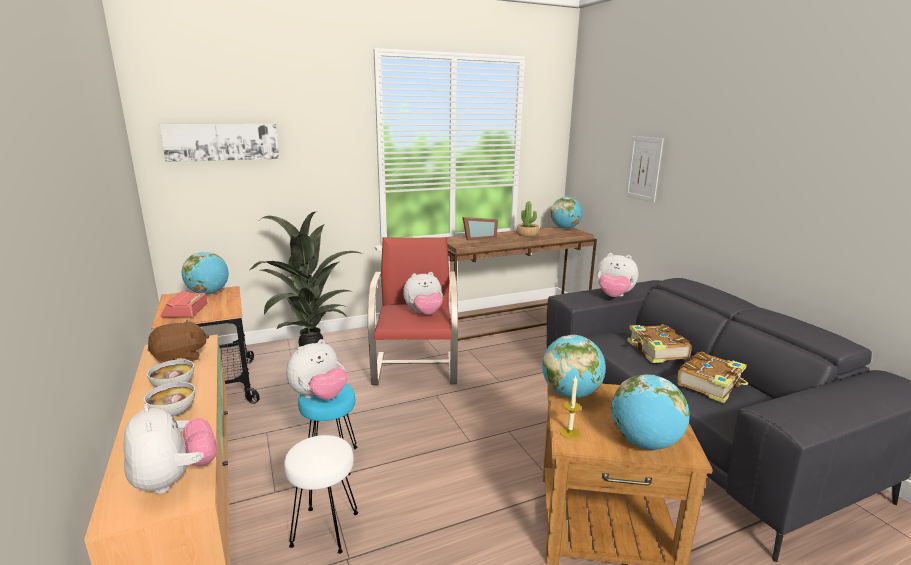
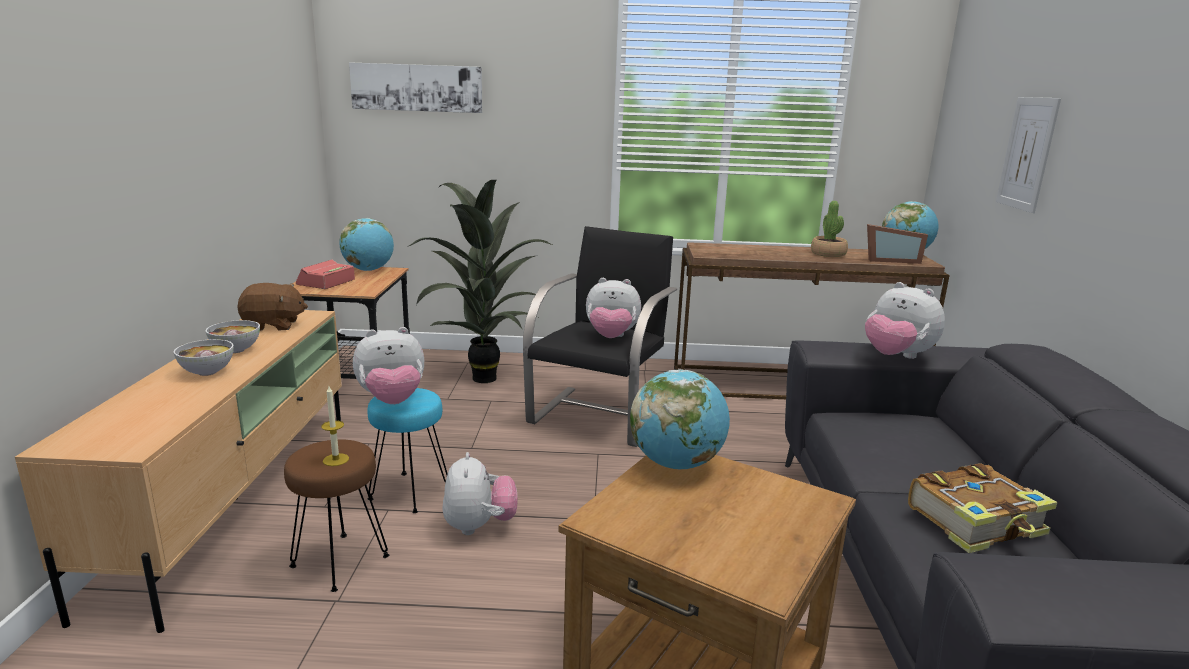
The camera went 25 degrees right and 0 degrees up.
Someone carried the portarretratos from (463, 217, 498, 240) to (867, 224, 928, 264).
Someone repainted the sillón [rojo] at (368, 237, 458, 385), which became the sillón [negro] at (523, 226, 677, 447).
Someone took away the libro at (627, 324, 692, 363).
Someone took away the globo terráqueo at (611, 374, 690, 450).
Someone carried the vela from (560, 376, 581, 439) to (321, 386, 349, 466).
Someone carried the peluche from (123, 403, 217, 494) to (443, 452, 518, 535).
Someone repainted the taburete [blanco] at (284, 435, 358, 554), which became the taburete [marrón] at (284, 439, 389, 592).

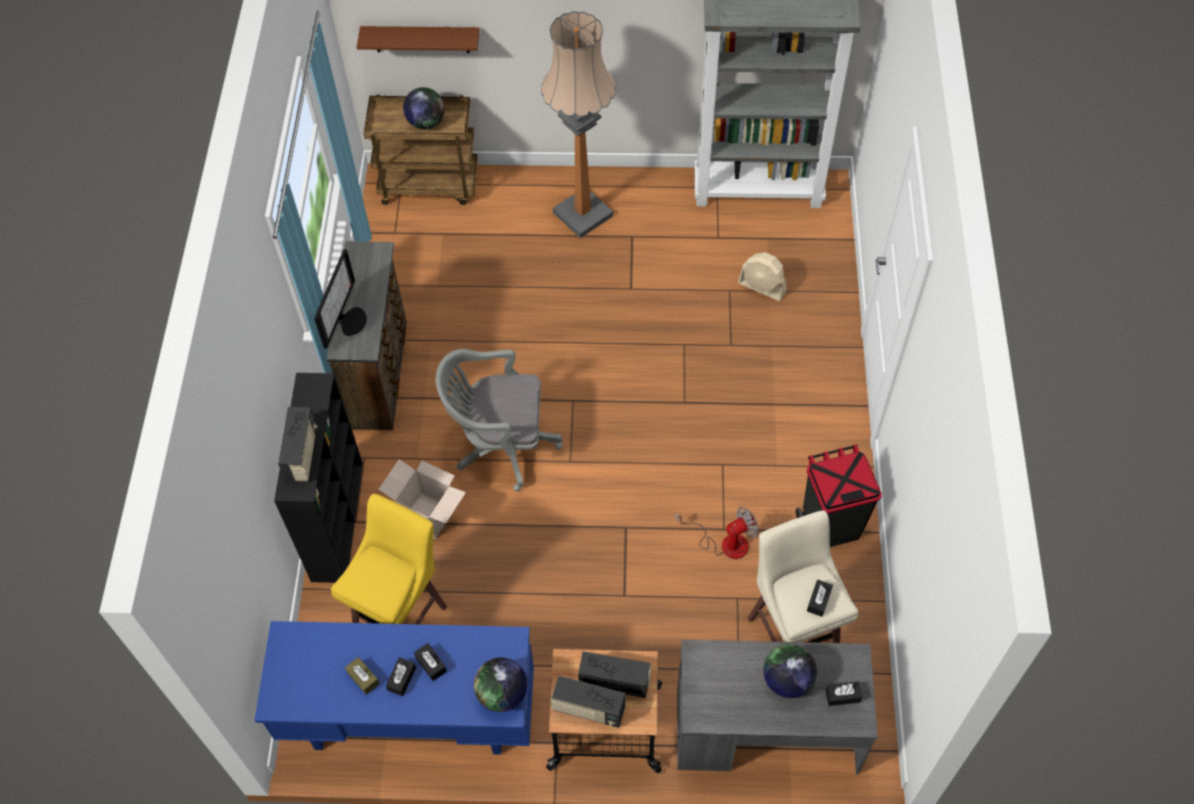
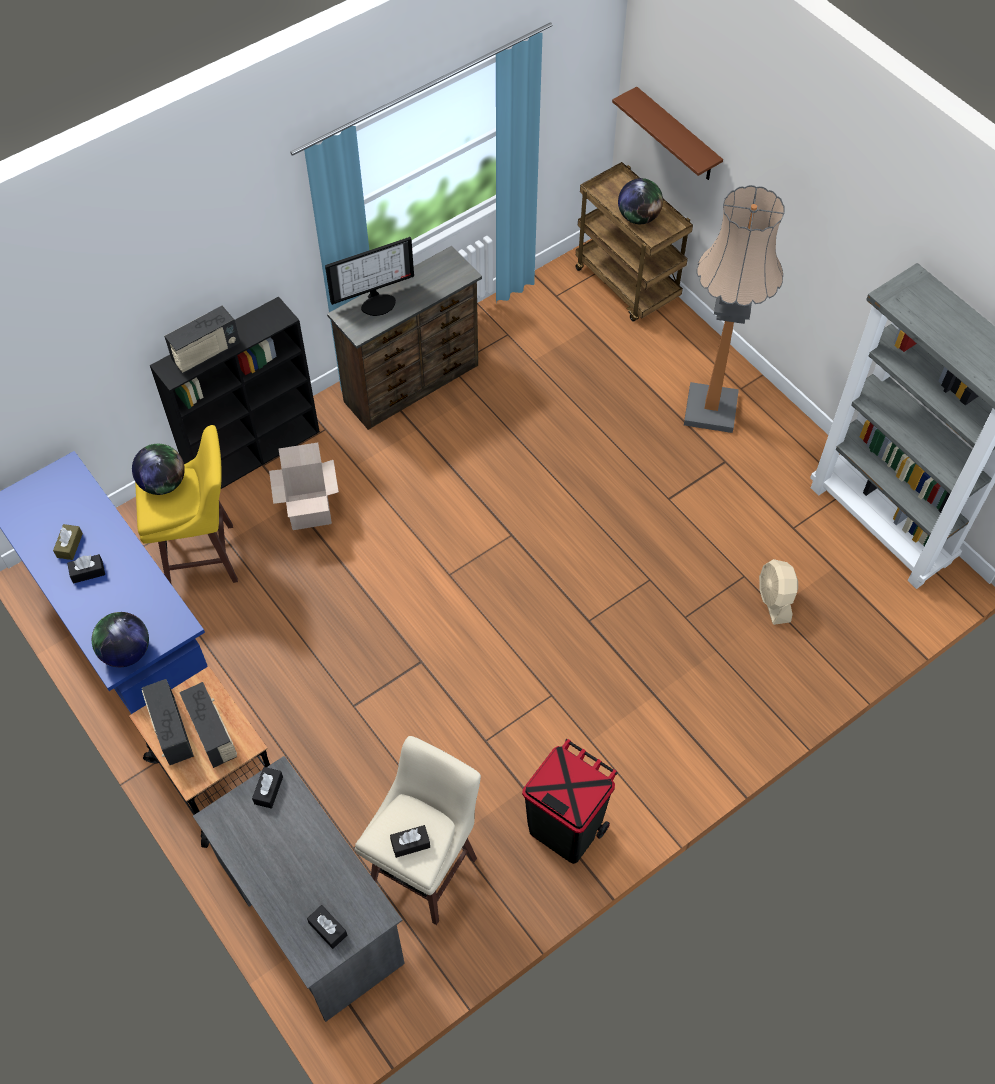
The camera went 50 degrees right and 0 degrees up.
Someone took away the silla de oficina [gris] at (436, 349, 563, 491).
Someone took away the ventilador at (675, 507, 759, 559).
Someone carried the caja de pañuelos [negro] from (414, 643, 447, 681) to (252, 767, 283, 809).
Someone carried the globo terráqueo from (763, 644, 817, 698) to (132, 444, 185, 495).

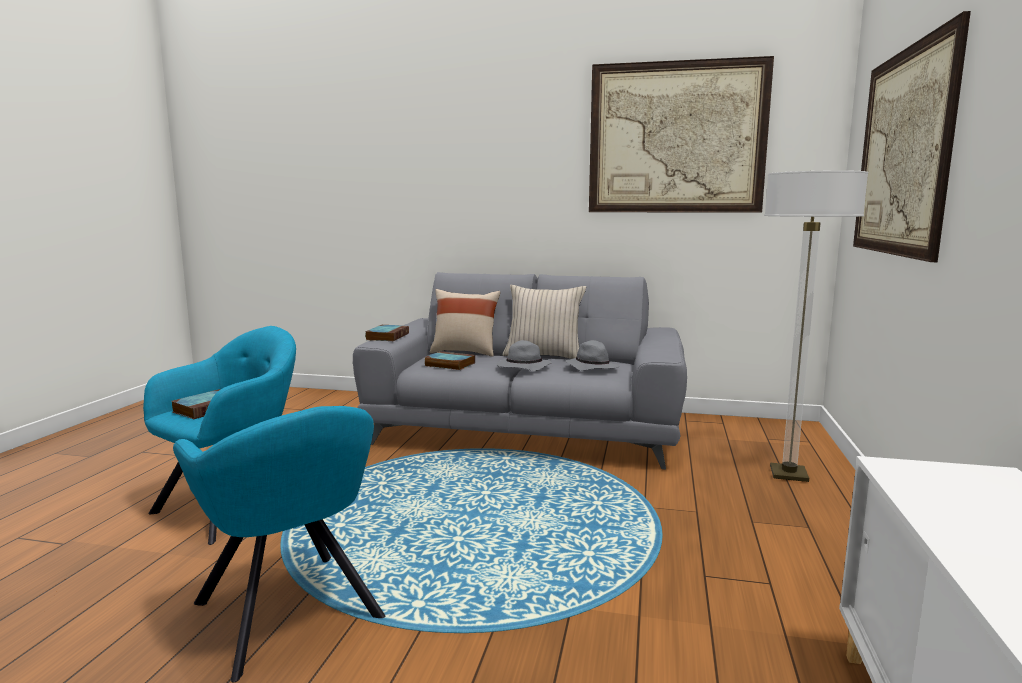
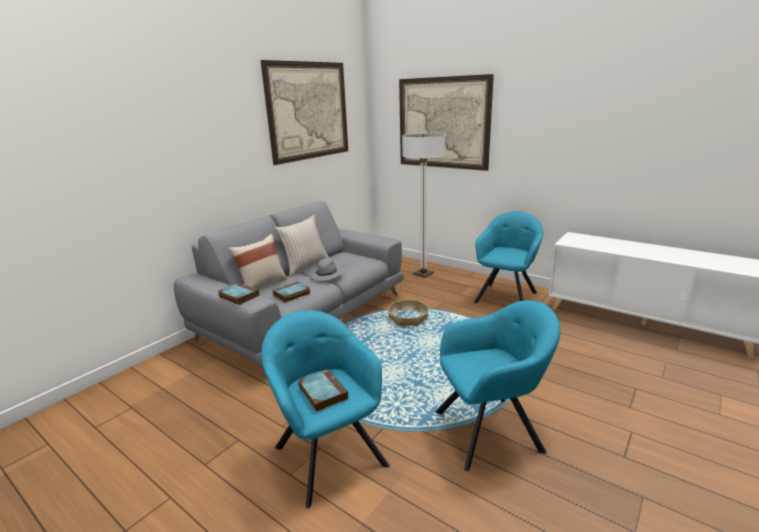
The camera went 65 degrees left and 10 degrees up.
Someone took away the sombrero [gris] at (566, 340, 619, 371).
Someone put down the sillón [turquesa] at (473, 211, 543, 303).
Someone put down the cesta at (388, 299, 429, 326).

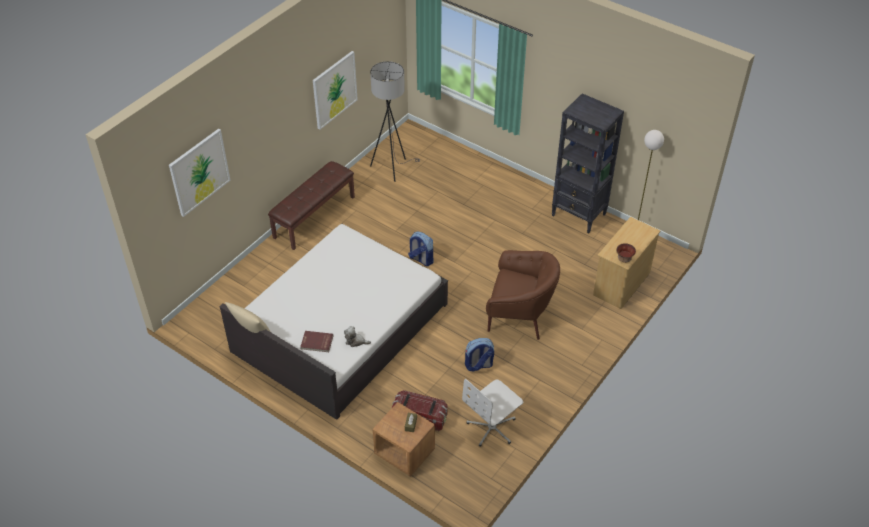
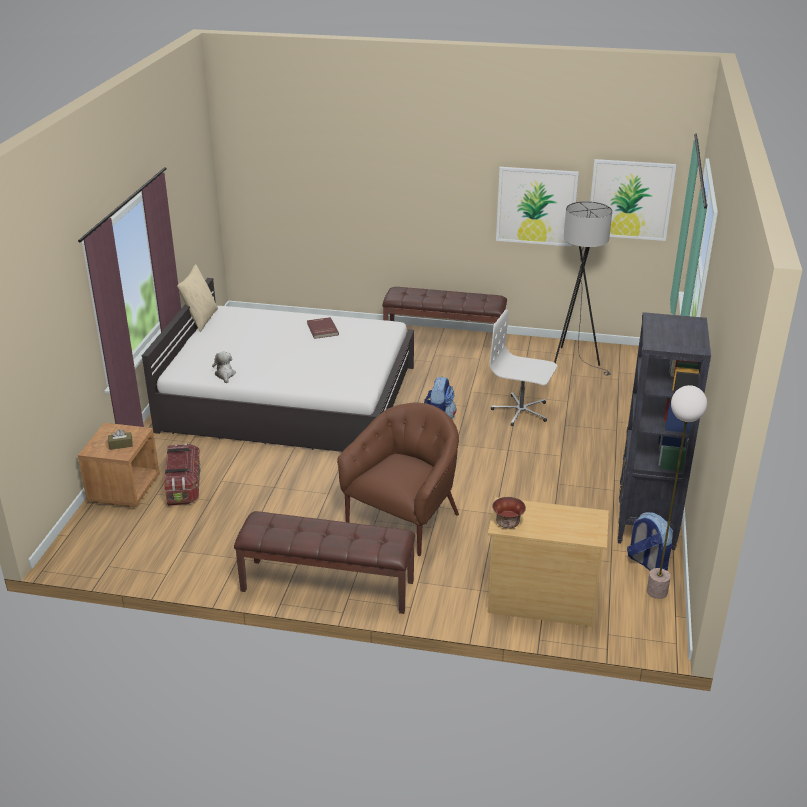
The camera went 65 degrees right and 15 degrees down.
Someone carried the cuadro from (169, 129, 231, 217) to (590, 159, 676, 241).
Someone rotated the sillón [marrón] at (486, 250, 560, 340) by 135 degrees counterclockwise.
Someone carried the libro [rojo] from (300, 331, 333, 352) to (307, 317, 339, 339).
Someone carried the mochila from (465, 338, 494, 371) to (627, 512, 673, 571).
Someone carried the silla de oficina [blanco] from (462, 379, 523, 447) to (490, 309, 557, 426).
Someone put down the banco [marrón] at (234, 511, 415, 614).

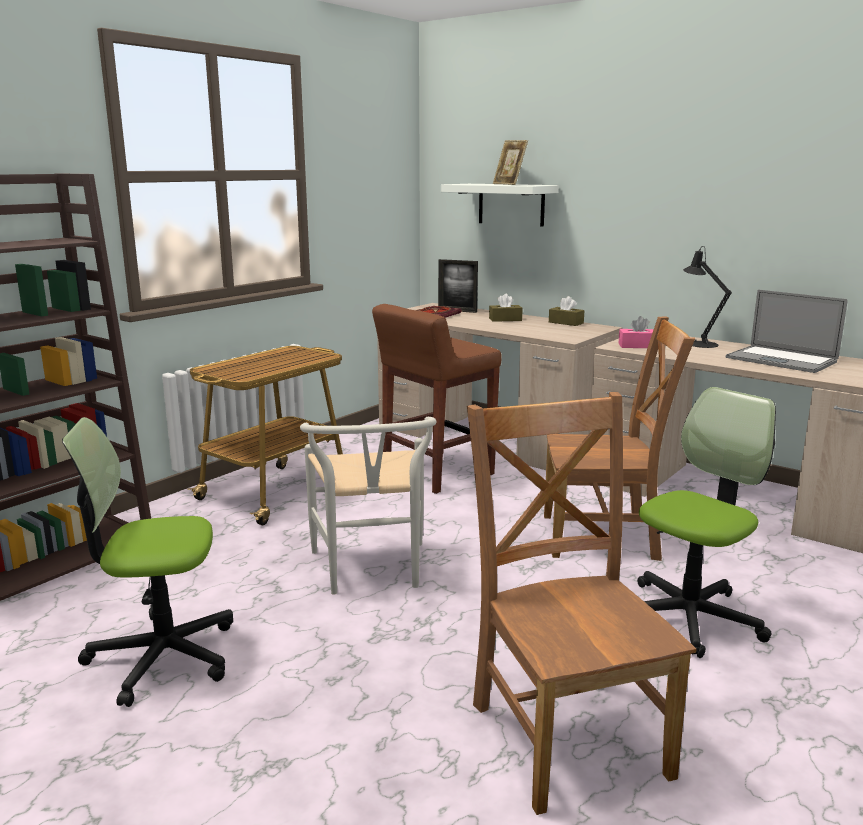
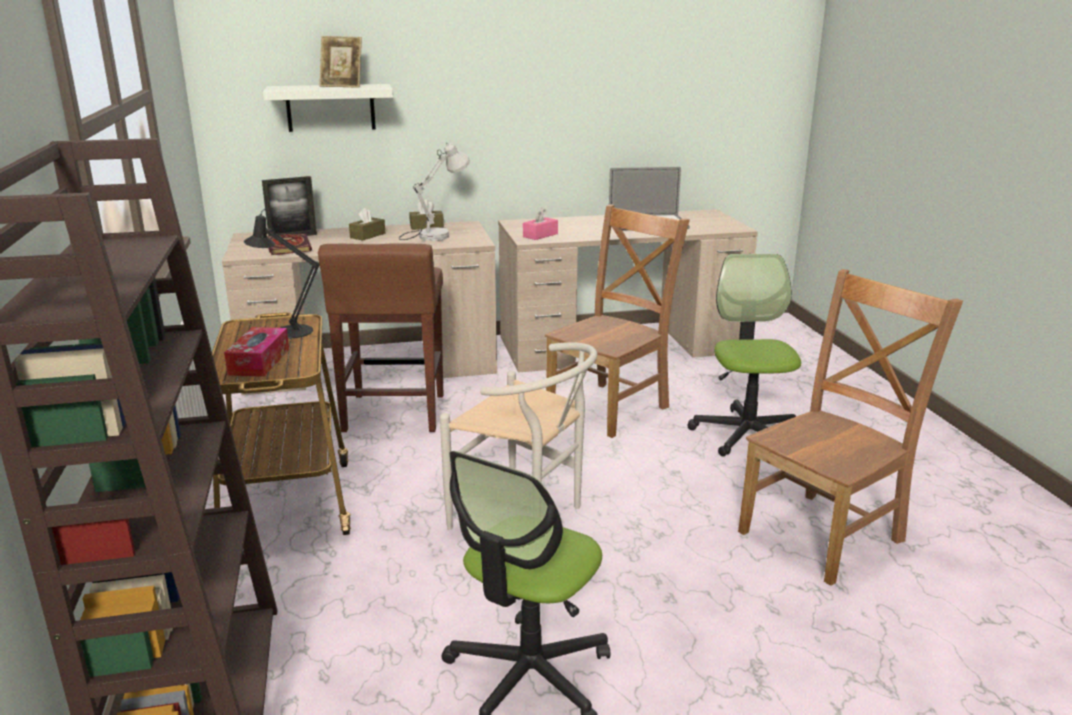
The camera went 50 degrees left and 5 degrees up.
Someone carried the lámpara de mesa [negro] from (683, 246, 732, 348) to (244, 209, 320, 338).
Someone rotated the silla [marrón] at (467, 392, 696, 815) by 120 degrees clockwise.
Someone put down the lámpara de mesa [blanco] at (399, 142, 470, 241).
Someone put down the caja de pañuelos at (224, 327, 289, 377).

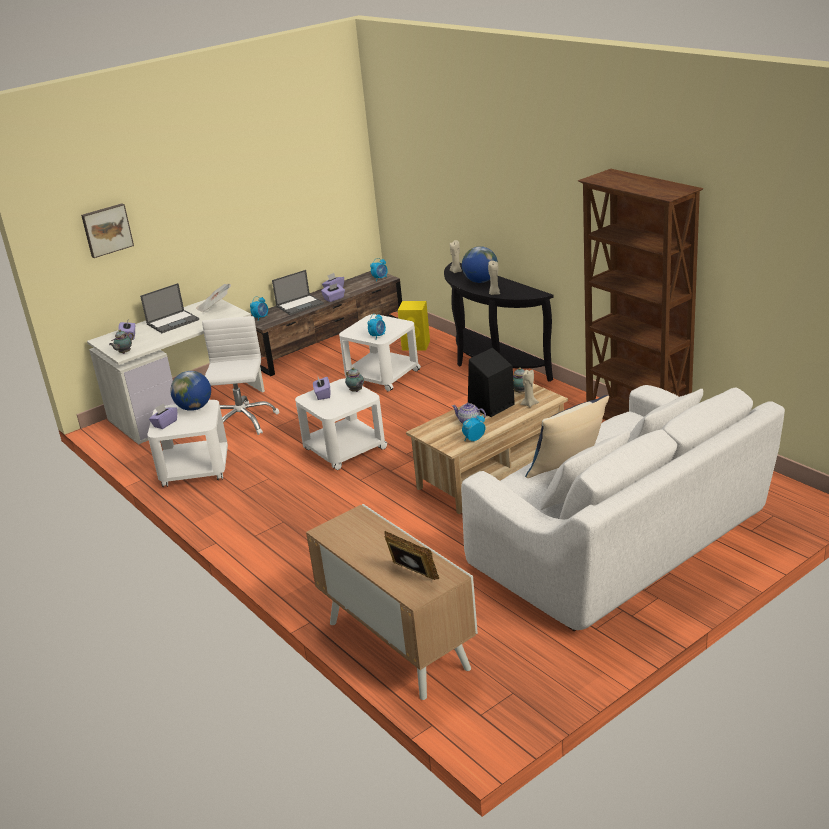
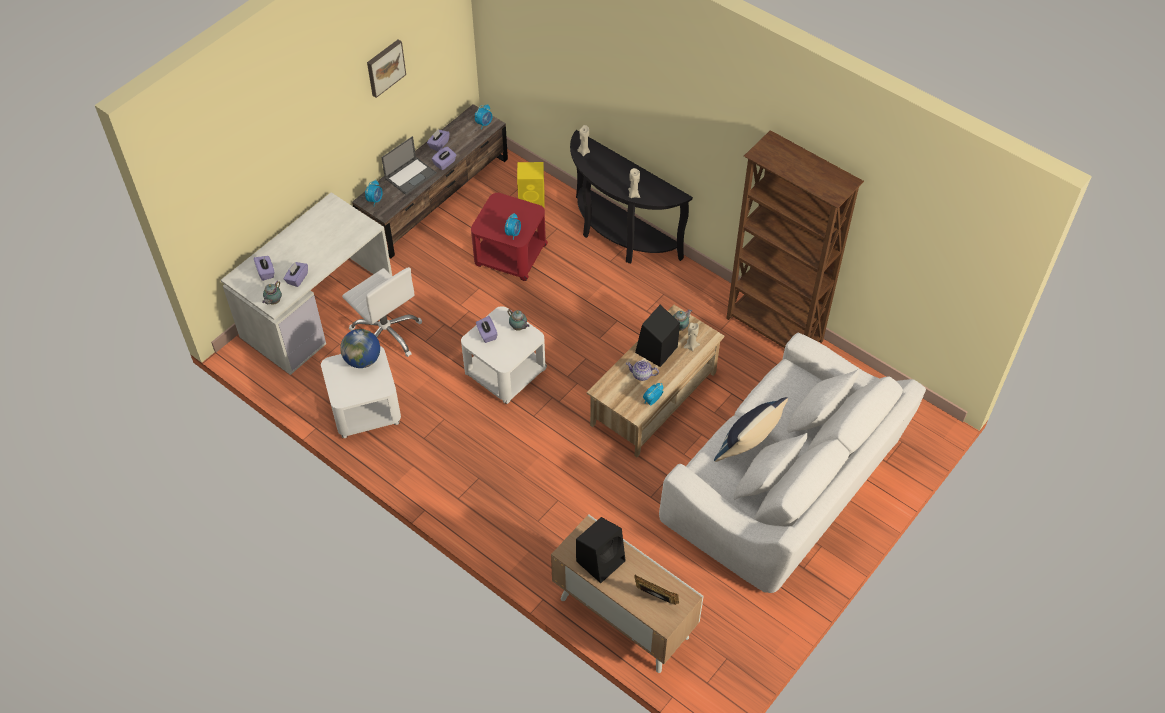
The camera went 15 degrees left and 25 degrees up.
Someone carried the cuadro from (81, 203, 134, 258) to (367, 40, 406, 98).
Someone took away the globo terráqueo at (462, 246, 498, 283).
Someone took away the portátil at (140, 283, 199, 333).
Someone took away the periódico at (196, 284, 231, 313).
Someone repainted the mesa auxiliar [blanco] at (339, 314, 421, 392), which became the mesa auxiliar [rojo] at (471, 193, 548, 281).
Someone rotated the silla de oficina [blanco] at (202, 316, 280, 435) by 150 degrees clockwise.
Someone carried the caja de pañuelos [morado] from (149, 403, 177, 429) to (284, 262, 308, 287).
Someone put down the altavoz [negro] at (576, 517, 626, 583).

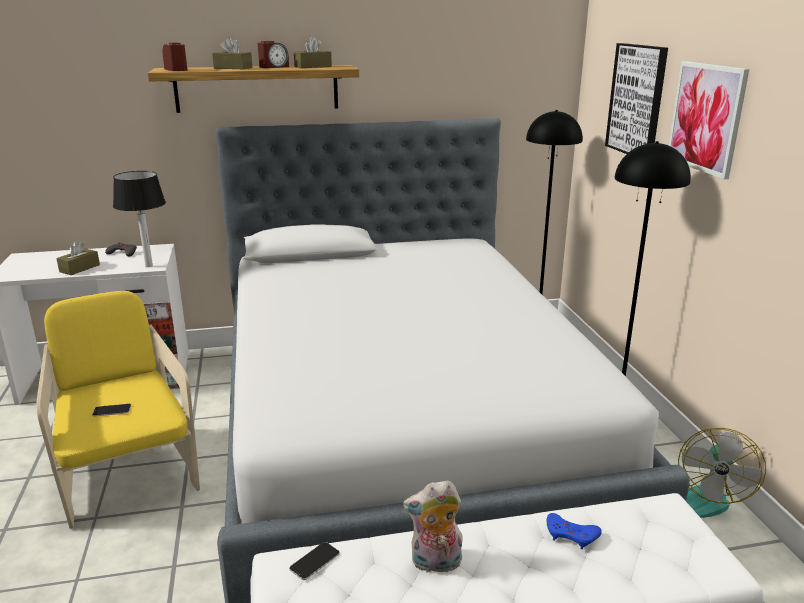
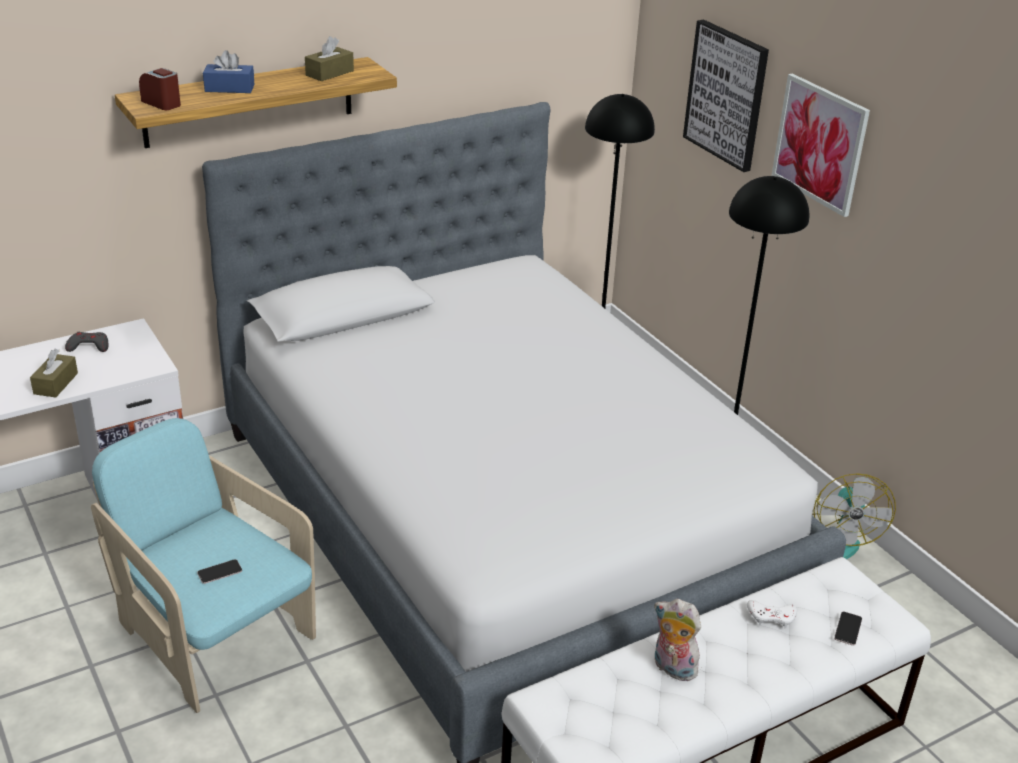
The camera went 20 degrees left and 10 degrees up.
Someone repainted the caja de pañuelos [marrón] at (212, 37, 253, 69), which became the caja de pañuelos [azul] at (203, 50, 255, 93).
Someone took away the despertador at (258, 41, 289, 68).
Someone took away the lámpara de mesa at (113, 171, 166, 267).
Someone repainted the sillón [amarillo] at (36, 291, 200, 528), which became the sillón [turquesa] at (91, 418, 316, 713).
Someone rotated the peluche at (403, 480, 463, 573) by 60 degrees clockwise.
Someone repainted the mando de consola [azul] at (547, 513, 602, 549), which became the mando de consola [blanco] at (747, 600, 797, 628).
Someone carried the móvil from (289, 542, 340, 580) to (834, 612, 862, 645).

